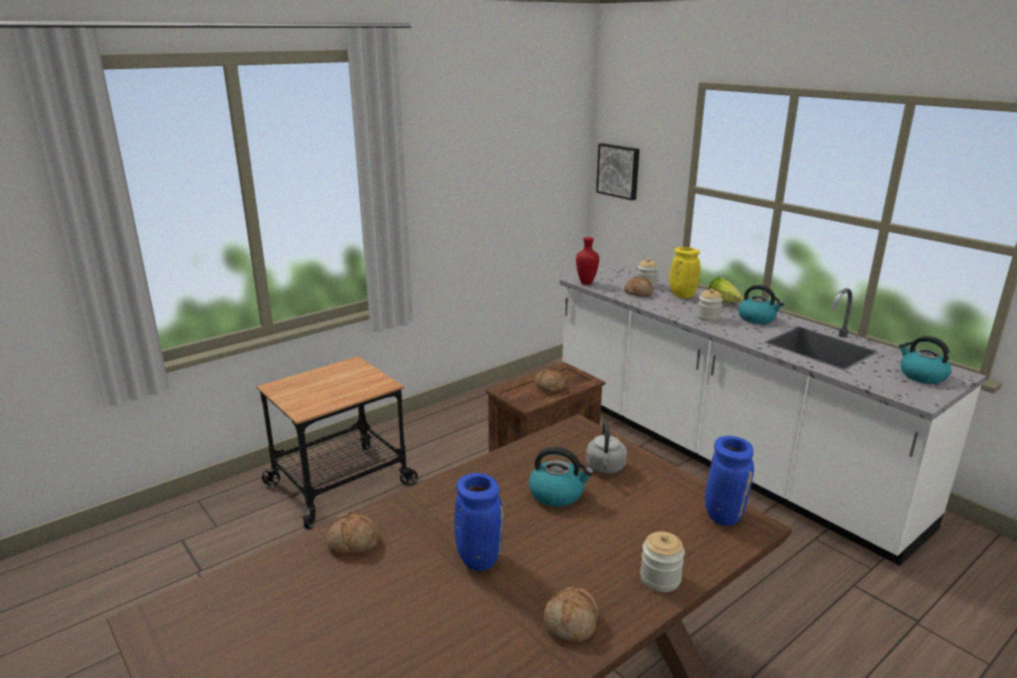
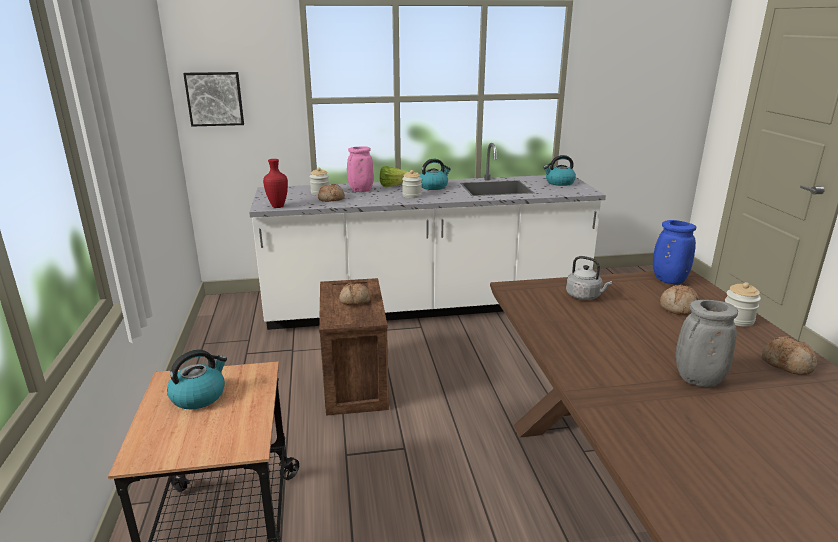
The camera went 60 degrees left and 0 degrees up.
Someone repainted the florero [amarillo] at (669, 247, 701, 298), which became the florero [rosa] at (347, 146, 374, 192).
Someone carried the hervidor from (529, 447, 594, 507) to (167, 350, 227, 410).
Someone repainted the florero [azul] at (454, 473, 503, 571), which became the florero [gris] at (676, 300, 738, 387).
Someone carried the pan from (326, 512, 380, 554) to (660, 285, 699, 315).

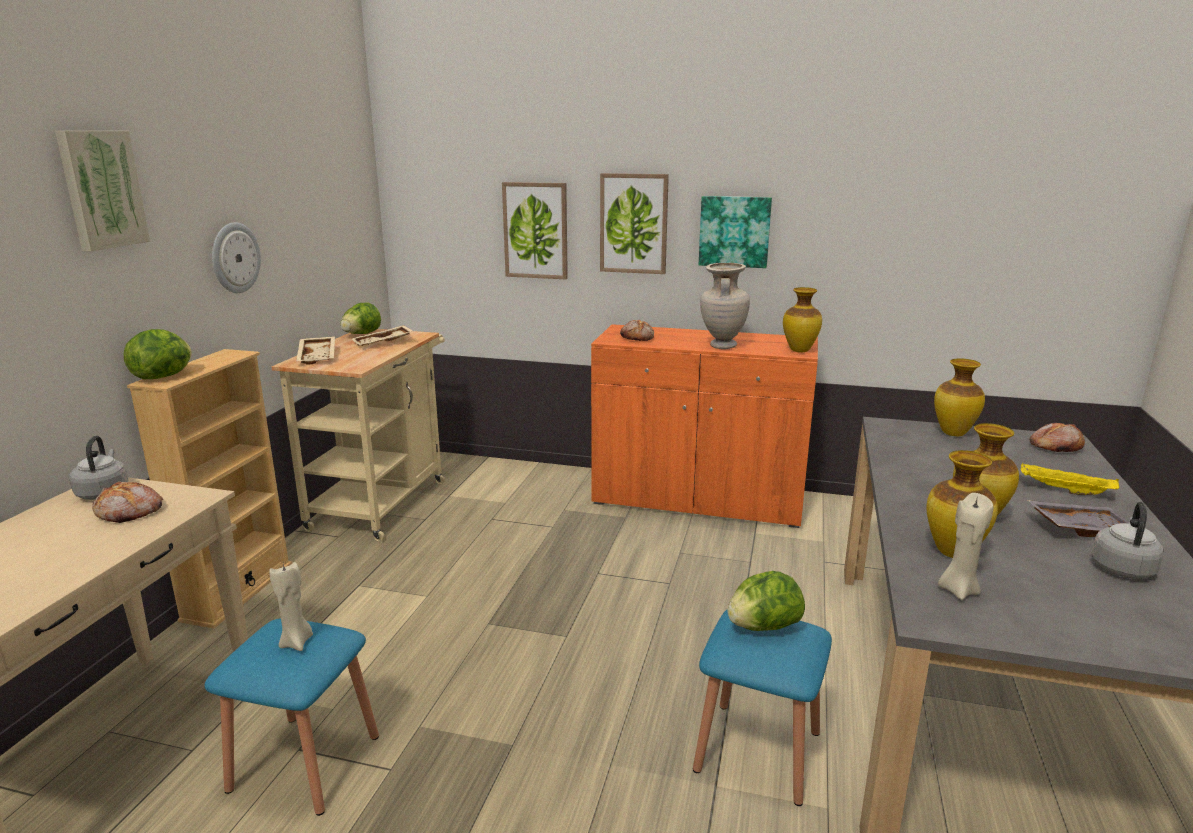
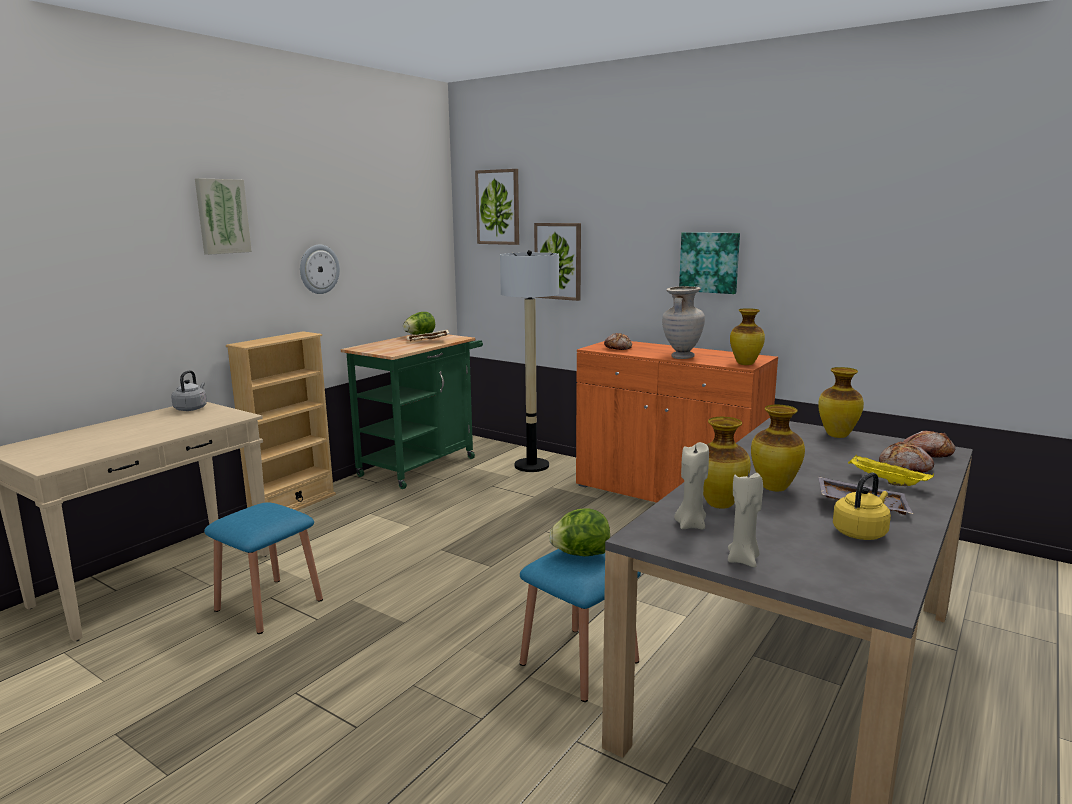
The camera went 20 degrees right and 5 degrees down.
Someone carried the cuadro from (600, 173, 669, 274) to (475, 169, 519, 245).
Someone took away the lechuga at (124, 329, 192, 379).
Someone repainted the carrito [beis] at (271, 329, 445, 542), which became the carrito [verde] at (341, 334, 483, 489).
Someone took away the bandeja [beis] at (296, 336, 335, 365).
Someone carried the pan from (92, 481, 163, 523) to (879, 441, 934, 473).
Someone repainted the hervidor [gris] at (1092, 502, 1164, 579), which became the hervidor [amarillo] at (833, 472, 891, 540).
Someone carried the vela [beis] from (269, 562, 313, 651) to (728, 472, 763, 568).
Someone put down the lámpara de pie at (500, 250, 559, 472).

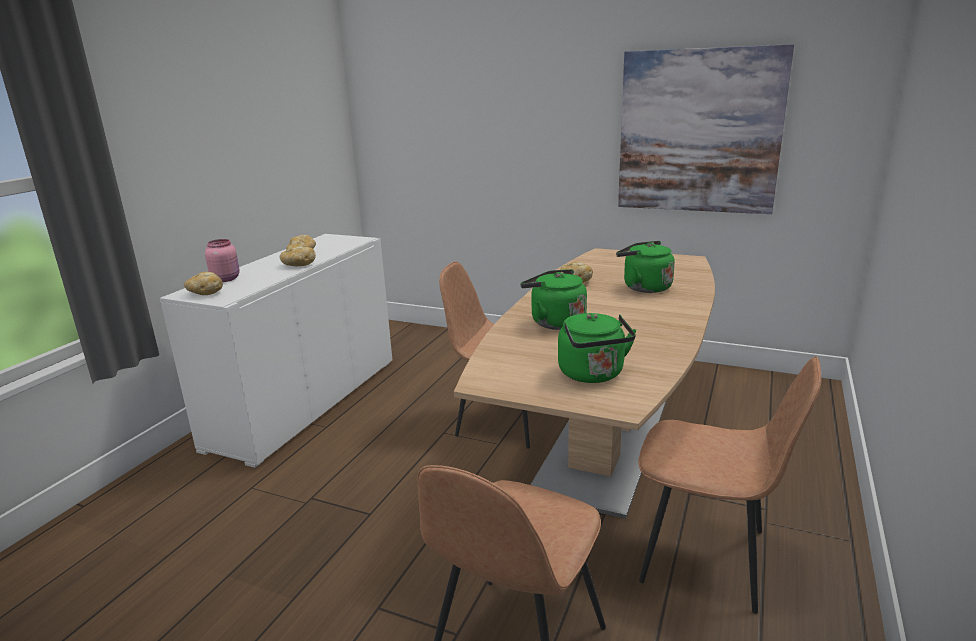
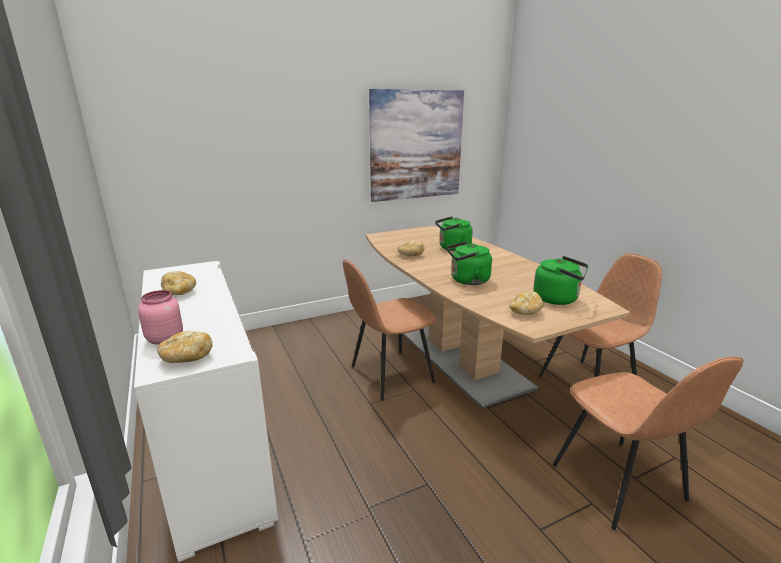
The camera went 50 degrees left and 0 degrees up.
Someone carried the pan from (280, 246, 316, 266) to (509, 291, 544, 315).

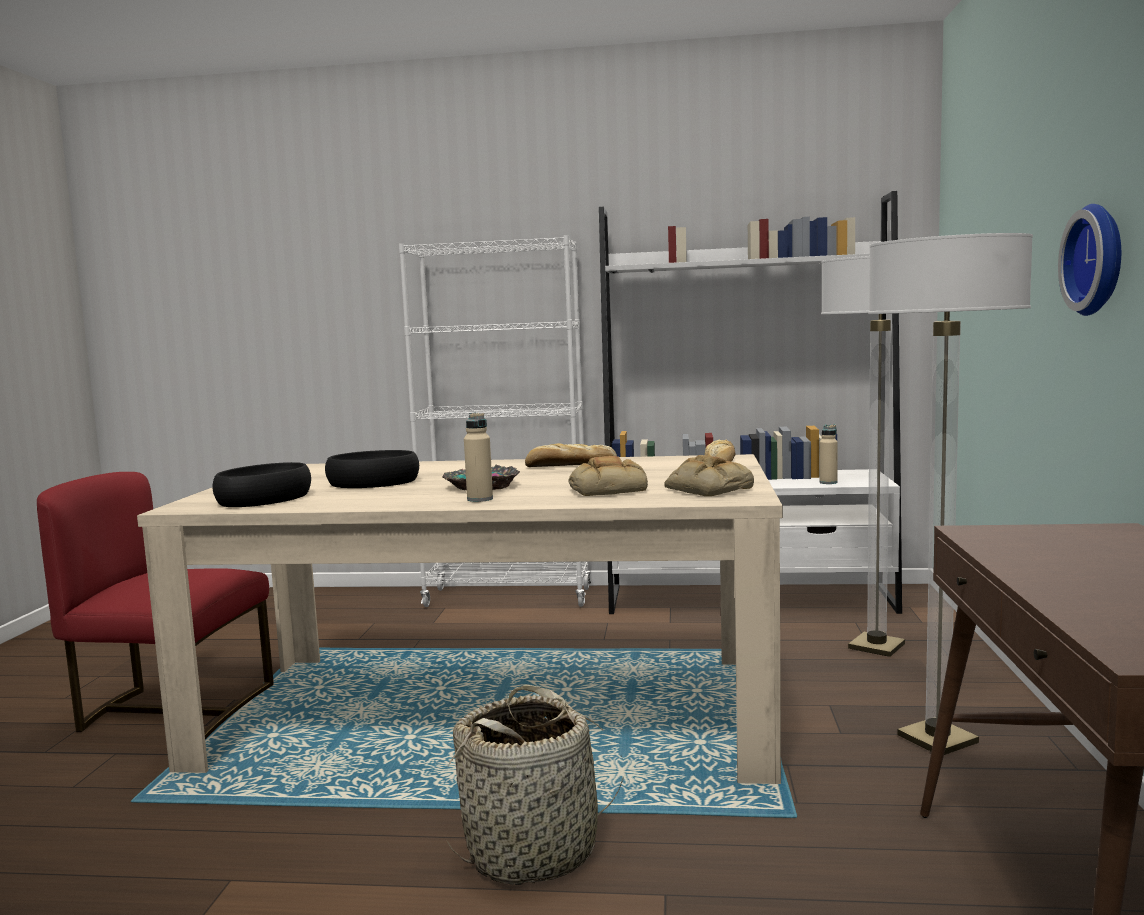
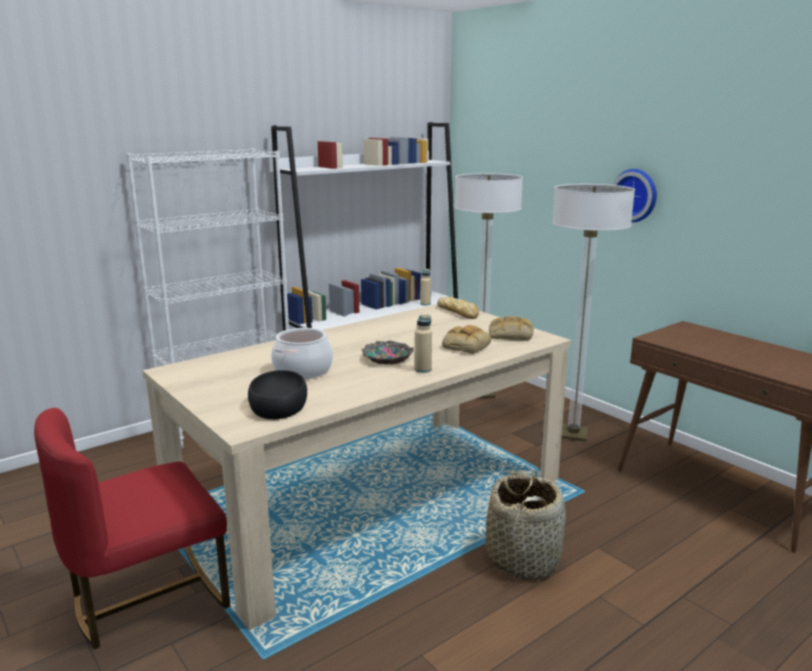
The camera went 45 degrees left and 10 degrees up.
Someone took away the pan at (525, 443, 617, 467).
Someone swapped the cuenco [negro] at (325, 450, 419, 488) for the olla at (271, 328, 333, 379).

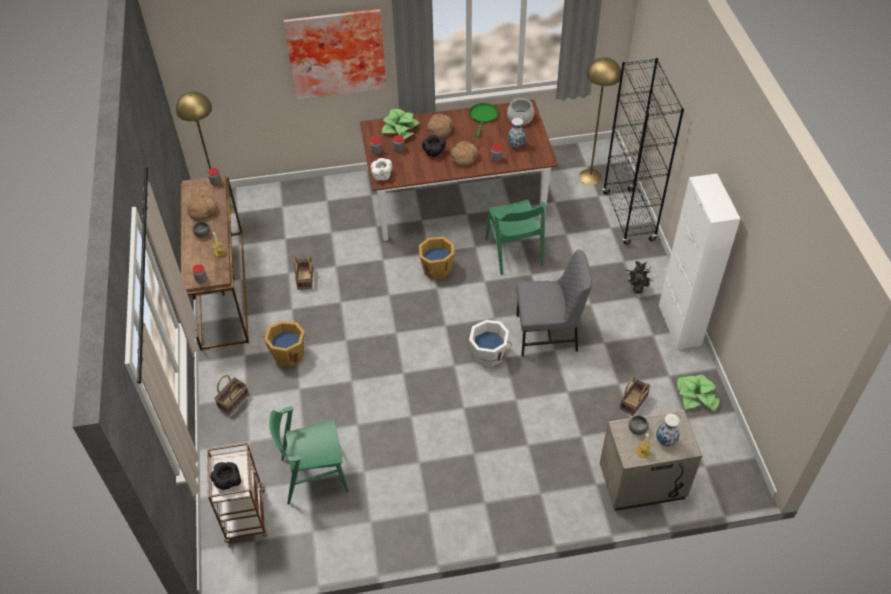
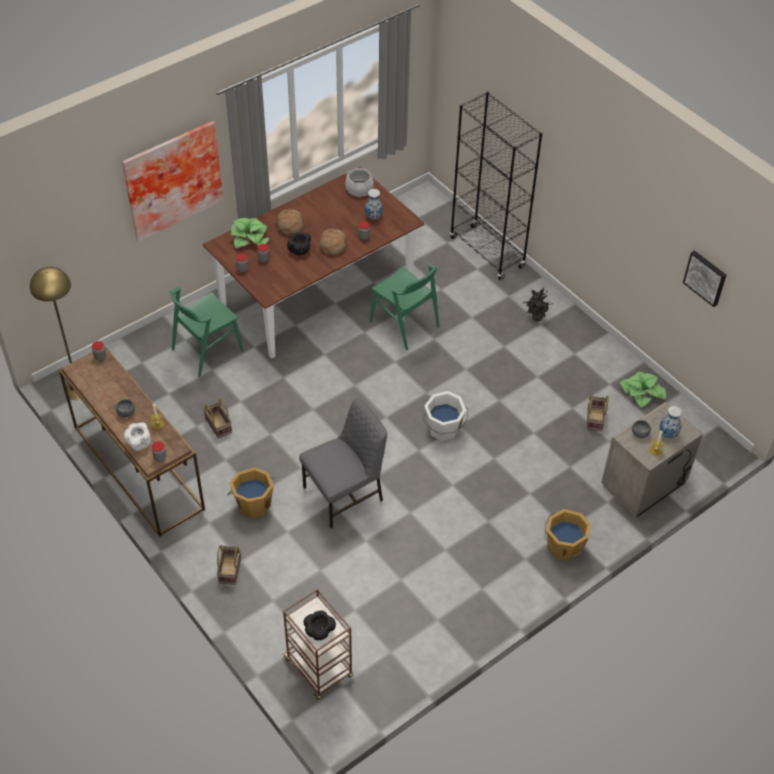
The camera went 30 degrees left and 0 degrees up.
Someone took away the lámpara de pie [amarillo] at (579, 57, 621, 185).
Someone took away the sartén [verde] at (469, 103, 498, 137).
Someone carried the cuenco [blanco] from (371, 158, 392, 181) to (124, 422, 151, 451).
Someone took away the armario [blanco] at (659, 174, 740, 350).
Someone took away the pan at (187, 194, 218, 221).
Someone carried the cubo [naranja] from (419, 237, 454, 280) to (545, 509, 591, 561).
Someone carried the silla [gris] from (516, 250, 592, 356) to (299, 399, 387, 528).
Someone carried the silla [verde] from (269, 406, 349, 504) to (168, 287, 244, 377).
Someone put up the cuadro at (683, 250, 726, 307).

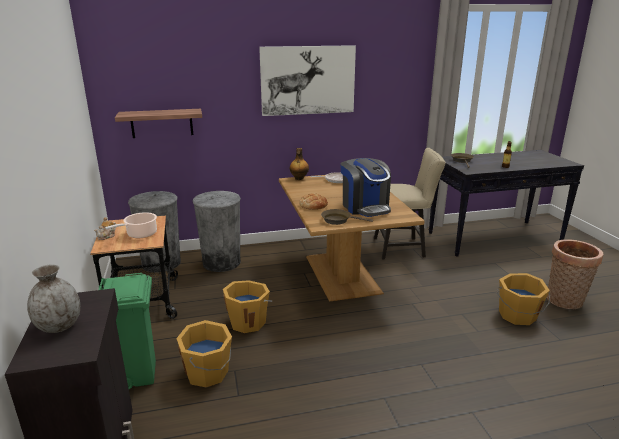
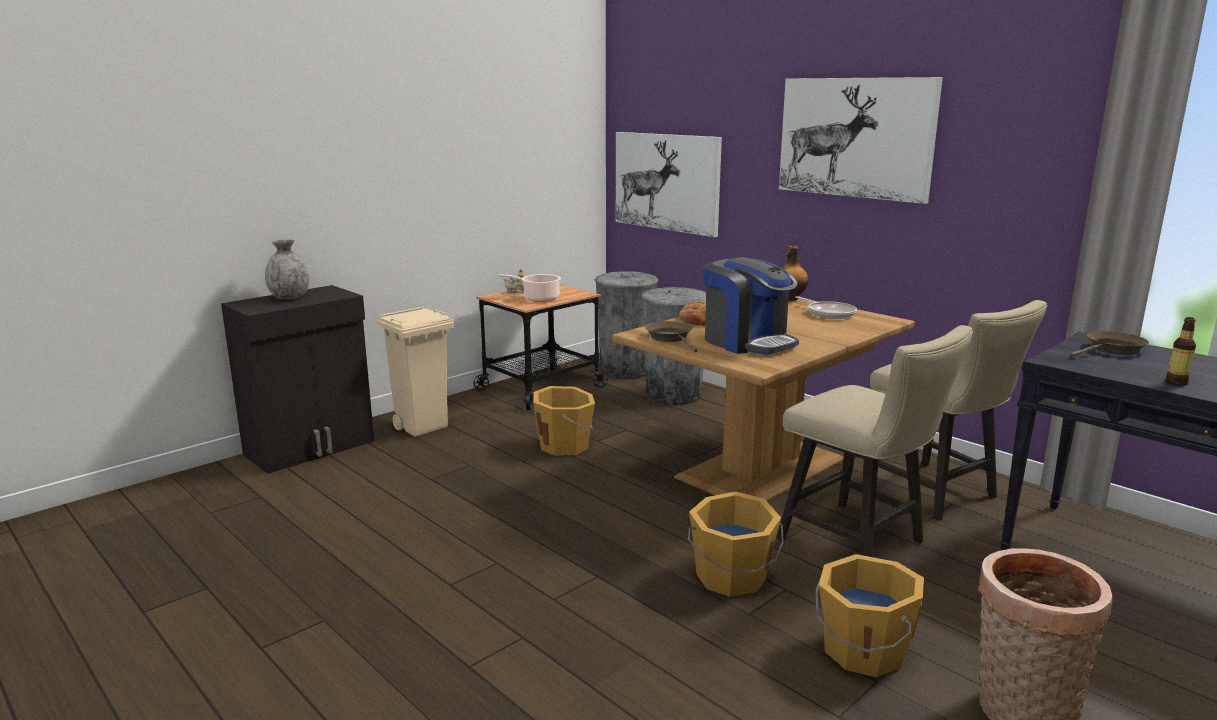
The camera went 60 degrees right and 5 degrees down.
Someone swapped the estante at (115, 109, 202, 138) for the cuadro at (616, 132, 722, 237).
Someone rotated the cafetera at (340, 158, 391, 217) by 75 degrees counterclockwise.
Someone repainted the papelera [verde] at (98, 273, 156, 390), which became the papelera [beis] at (378, 306, 454, 437).
Someone carried the cubo [naranja] from (176, 320, 232, 388) to (688, 492, 784, 597).
Someone put down the silla [beis] at (776, 325, 973, 557).

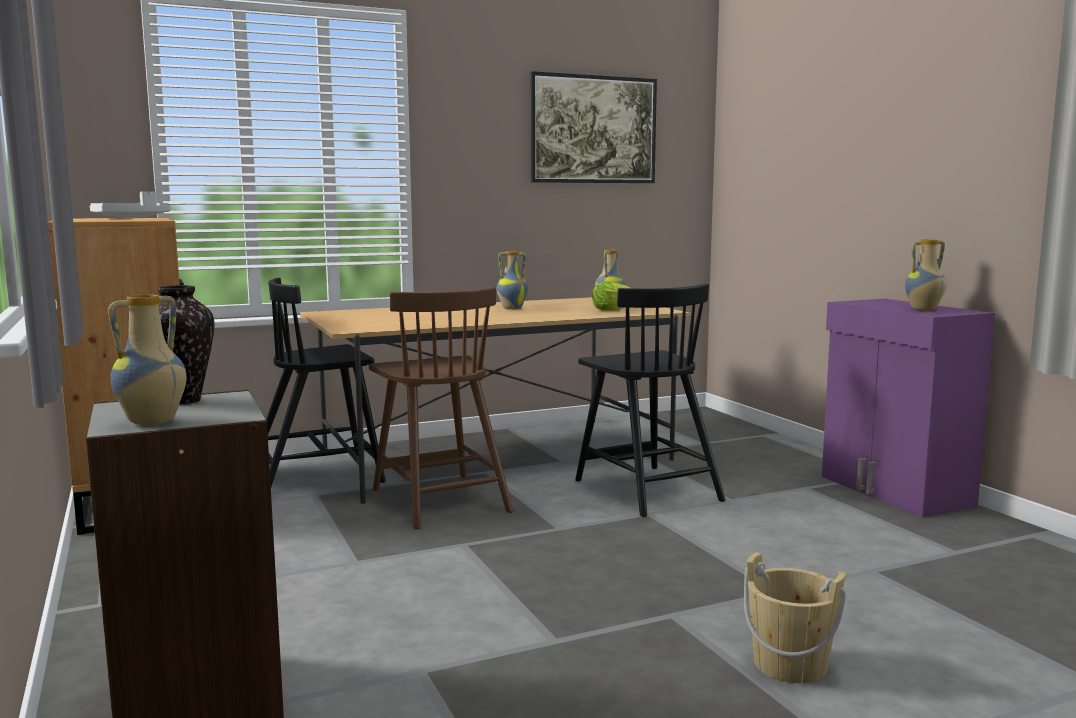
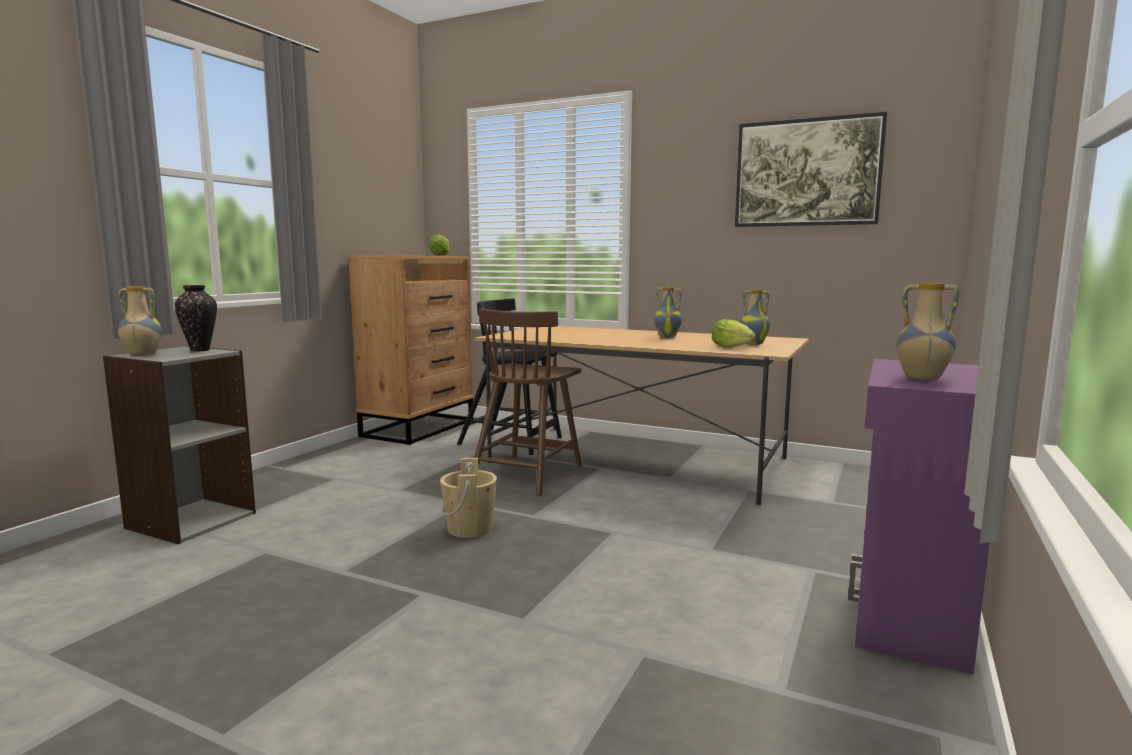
The camera went 50 degrees right and 0 degrees up.
Someone swapped the bandeja [gris] at (90, 191, 170, 218) for the lechuga at (428, 235, 450, 256).
Someone took away the silla [negro] at (575, 283, 725, 517).
Someone carried the cubo [beis] from (744, 552, 846, 683) to (440, 458, 497, 538).

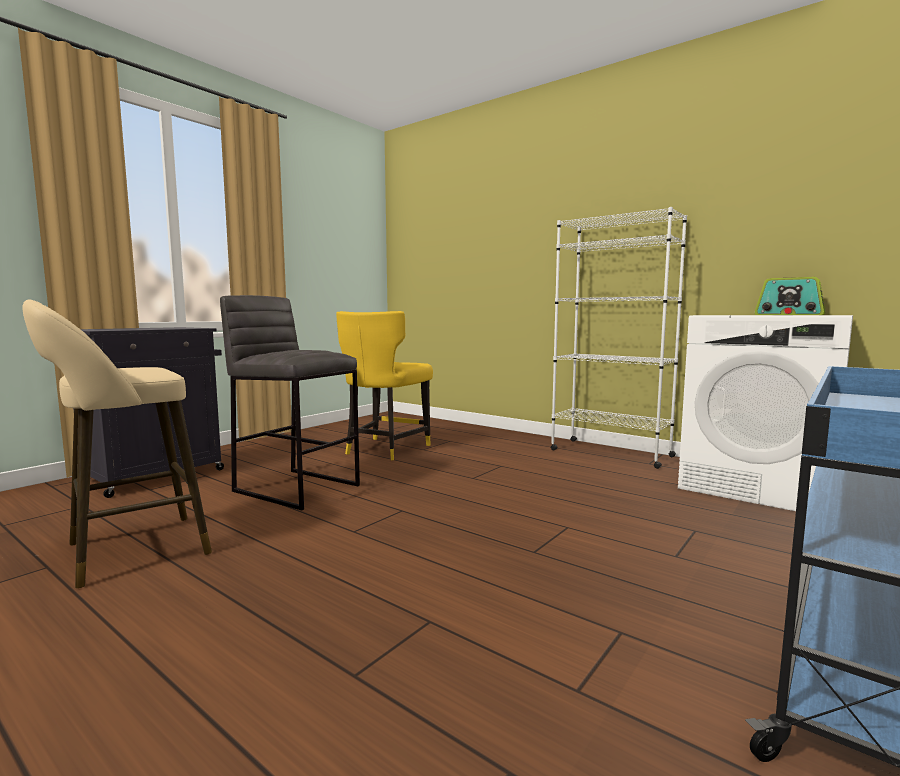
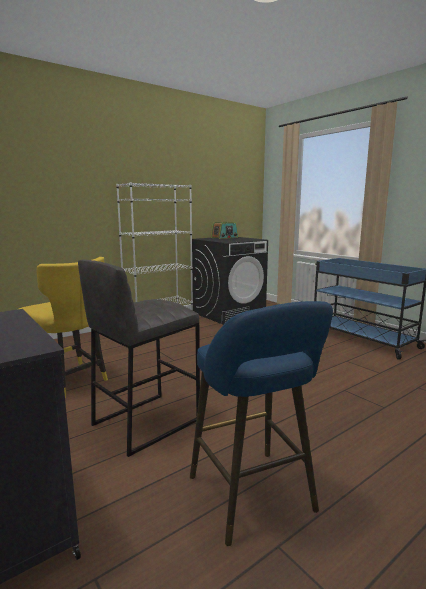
The camera went 75 degrees left and 5 degrees up.
Someone repainted the taburete [beis] at (22, 299, 212, 588), which became the taburete [azul] at (190, 301, 333, 546).
Someone repainted the lavadora [blanco] at (678, 315, 853, 511), which became the lavadora [negro] at (192, 237, 268, 325).

